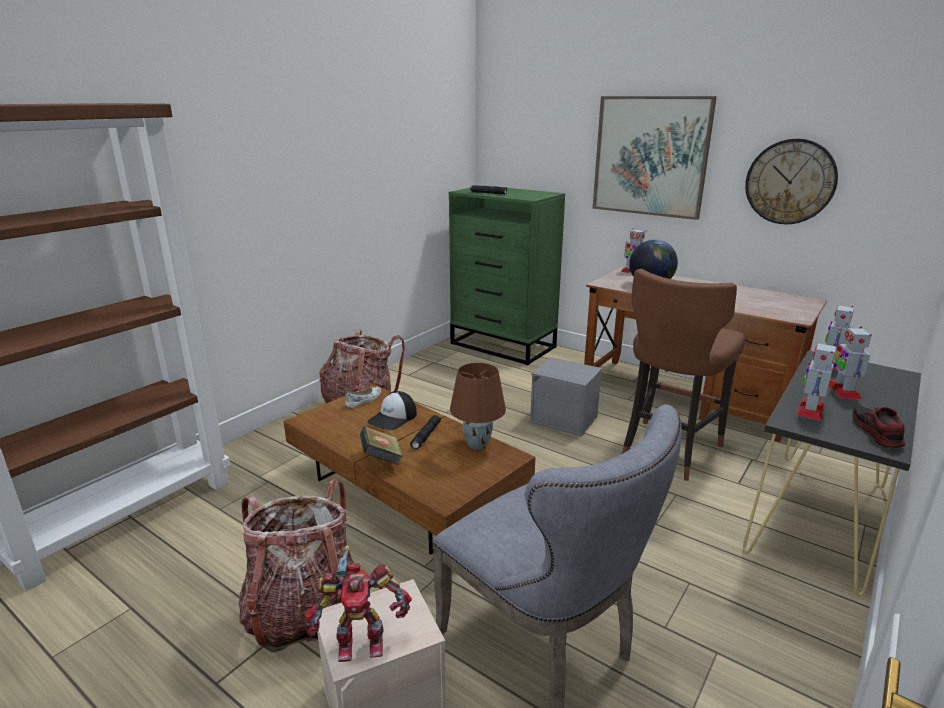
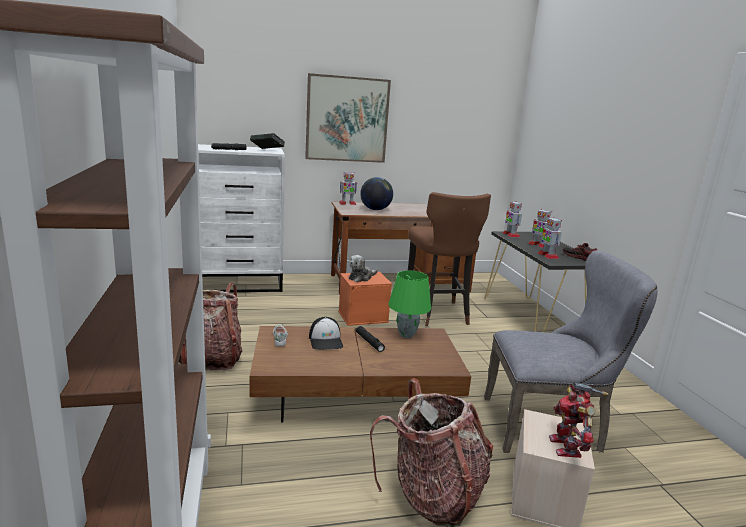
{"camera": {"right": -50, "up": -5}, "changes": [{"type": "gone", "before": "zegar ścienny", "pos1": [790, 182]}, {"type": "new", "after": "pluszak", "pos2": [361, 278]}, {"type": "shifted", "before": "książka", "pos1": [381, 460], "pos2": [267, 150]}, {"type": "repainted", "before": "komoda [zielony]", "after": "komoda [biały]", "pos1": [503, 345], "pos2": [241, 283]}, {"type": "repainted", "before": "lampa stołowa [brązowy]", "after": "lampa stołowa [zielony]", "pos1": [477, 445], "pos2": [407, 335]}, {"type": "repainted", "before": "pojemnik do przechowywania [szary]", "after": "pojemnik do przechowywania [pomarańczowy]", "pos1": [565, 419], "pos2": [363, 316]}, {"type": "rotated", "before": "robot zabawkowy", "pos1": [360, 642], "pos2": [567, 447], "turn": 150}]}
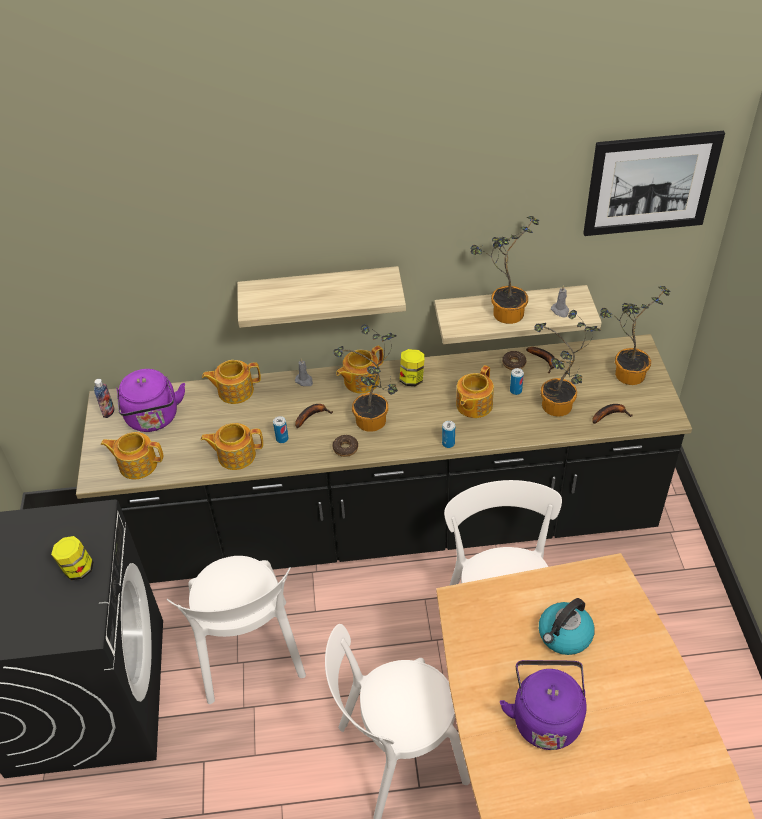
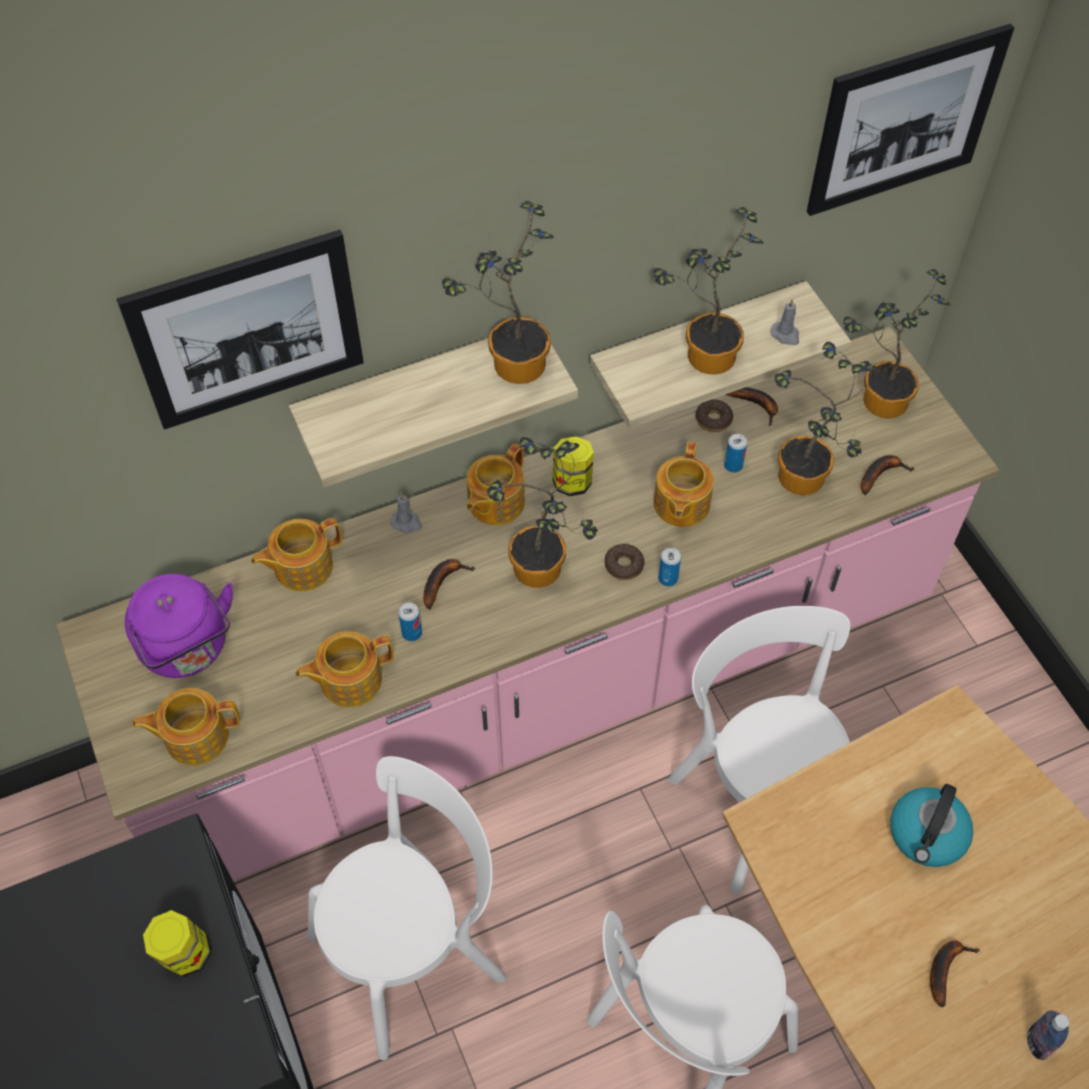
{"camera": {"right": -20, "up": 10}, "changes": [{"type": "new", "after": "obraz", "pos2": [247, 330]}, {"type": "new", "after": "roślina doniczkowa", "pos2": [511, 364]}, {"type": "shifted", "before": "butelka", "pos1": [108, 412], "pos2": [1037, 1043]}, {"type": "shifted", "before": "donut", "pos1": [345, 448], "pos2": [624, 565]}, {"type": "swapped", "before": "czajnik [fioletowy]", "after": "banan", "pos1": [545, 717], "pos2": [945, 968]}, {"type": "repainted", "before": "zabudowa kuchenna [czarny]", "after": "zabudowa kuchenna [różowy]", "pos1": [387, 525], "pos2": [544, 687]}, {"type": "rotated", "before": "krzesło [biały]", "pos1": [249, 655], "pos2": [414, 950], "turn": -90}]}
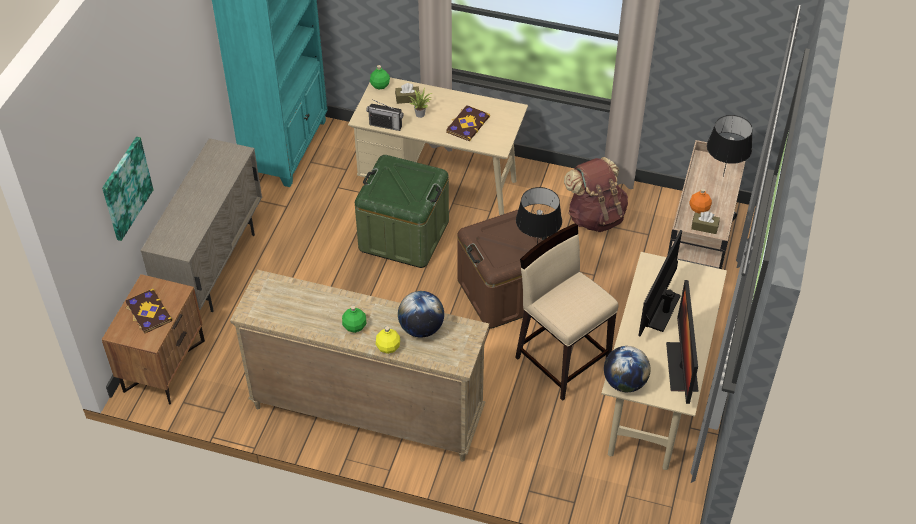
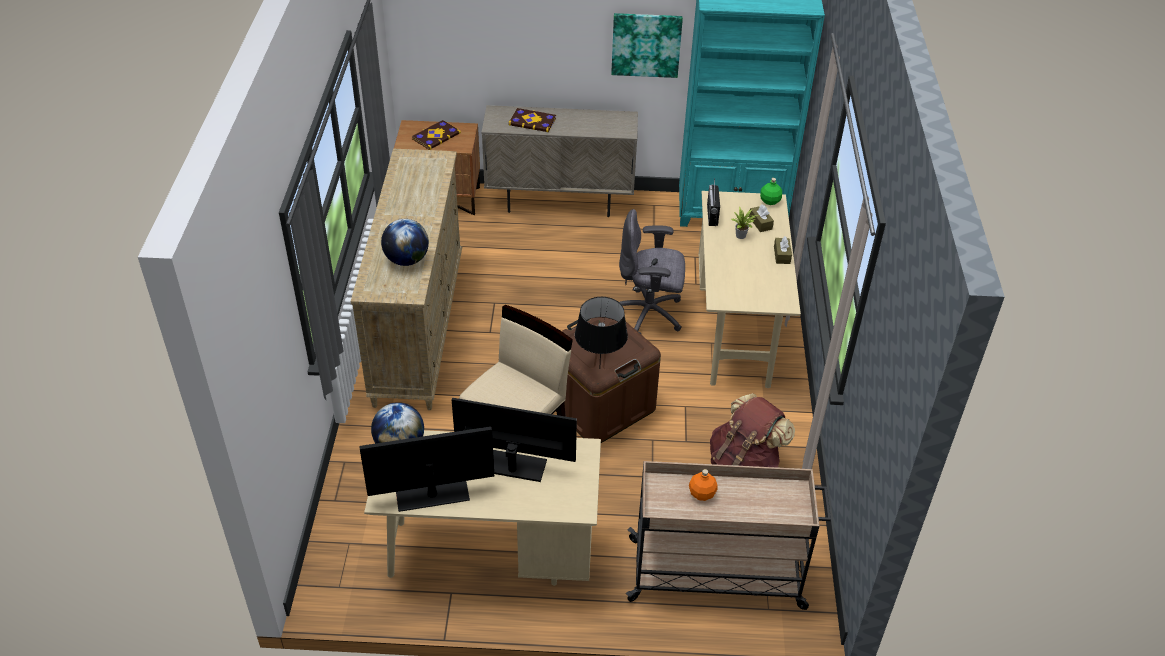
{"camera": {"right": 75, "up": -5}, "changes": [{"type": "gone", "before": "butelka [zielony]", "pos1": [354, 326]}, {"type": "gone", "before": "butelka [żółty]", "pos1": [388, 347]}, {"type": "gone", "before": "lampa stołowa [czarny]", "pos1": [723, 176]}, {"type": "shifted", "before": "obraz", "pos1": [126, 188], "pos2": [646, 44]}, {"type": "shifted", "before": "książka", "pos1": [467, 124], "pos2": [532, 121]}, {"type": "shifted", "before": "pudełko chusteczek [brązowy]", "pos1": [704, 227], "pos2": [782, 255]}, {"type": "swapped", "before": "pojemnik do przechowywania [zielony]", "after": "krzesło biurowe [szary]", "pos1": [404, 235], "pos2": [649, 314]}]}
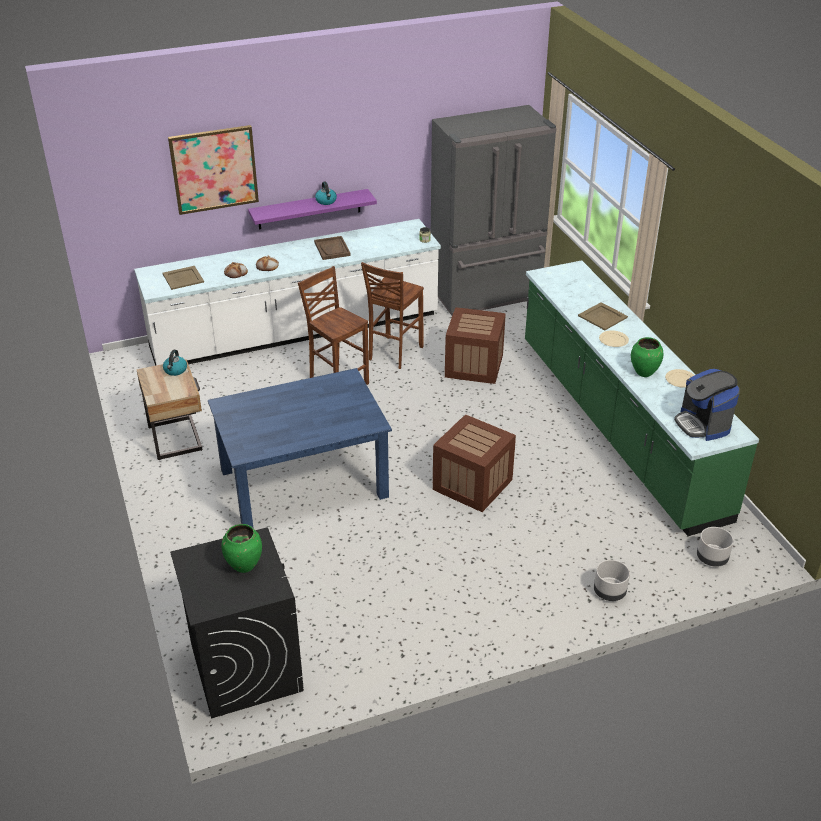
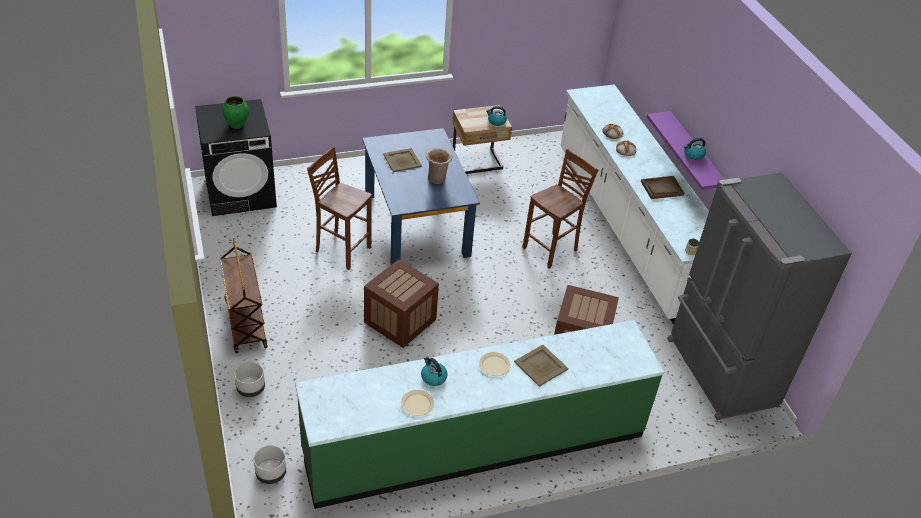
{"camera": {"right": 90, "up": 5}, "changes": [{"type": "gone", "before": "obraz", "pos1": [214, 169]}, {"type": "gone", "before": "ekspres do kawy", "pos1": [703, 424]}, {"type": "new", "after": "wózek [brązowy]", "pos2": [245, 323]}, {"type": "new", "after": "wazon [beżowy]", "pos2": [437, 178]}, {"type": "shifted", "before": "taca [beżowy]", "pos1": [182, 278], "pos2": [402, 160]}, {"type": "shifted", "before": "stołek [brązowy]", "pos1": [393, 353], "pos2": [342, 249]}, {"type": "swapped", "before": "wazon [zielony]", "after": "czajnik", "pos1": [644, 373], "pos2": [433, 377]}]}
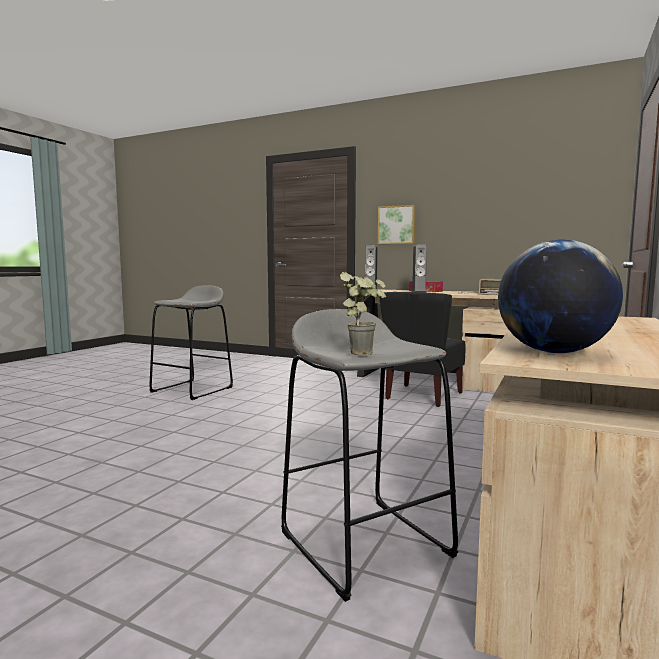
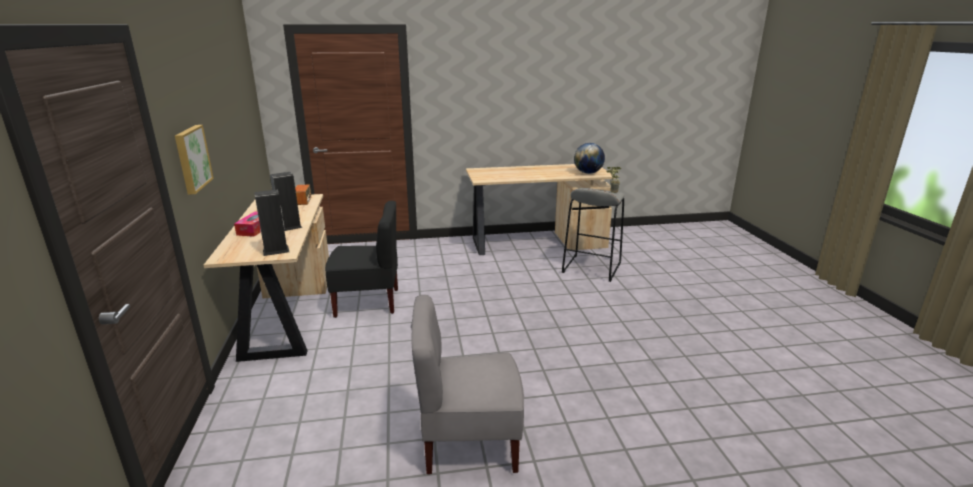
{"camera": {"right": -125, "up": 15}, "changes": [{"type": "swapped", "before": "stołek [szary]", "after": "krzesło [szary]", "pos1": [192, 389], "pos2": [469, 443]}]}
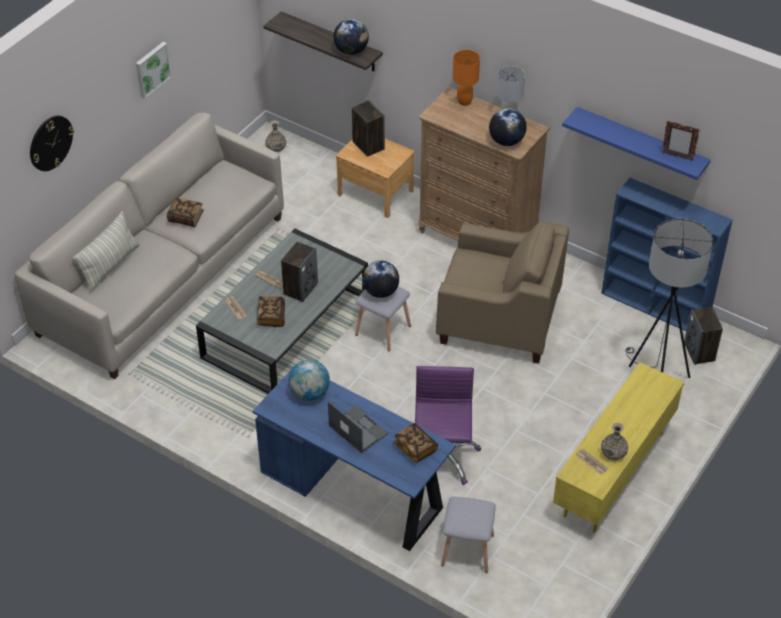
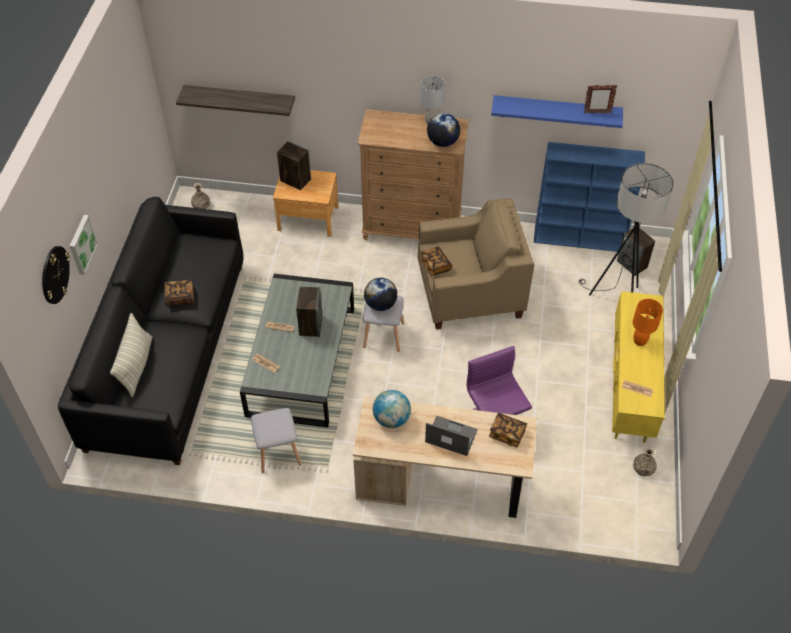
{"camera": {"right": -25, "up": 5}, "changes": [{"type": "gone", "before": "globus", "pos1": [351, 51]}, {"type": "shifted", "before": "obraz", "pos1": [152, 69], "pos2": [81, 244]}, {"type": "shifted", "before": "książka", "pos1": [271, 317], "pos2": [435, 265]}, {"type": "shifted", "before": "stołek [szary]", "pos1": [466, 550], "pos2": [277, 453]}, {"type": "shifted", "before": "lampa stołowa [pomarańczowy]", "pos1": [464, 102], "pos2": [640, 341]}, {"type": "shifted", "before": "wazon", "pos1": [613, 453], "pos2": [643, 469]}, {"type": "repainted", "before": "kanapa [beżowy]", "after": "kanapa [czarny]", "pos1": [163, 275], "pos2": [168, 353]}, {"type": "repainted", "before": "biurko [niebieski]", "after": "biurko [beżowy]", "pos1": [354, 491], "pos2": [442, 484]}]}
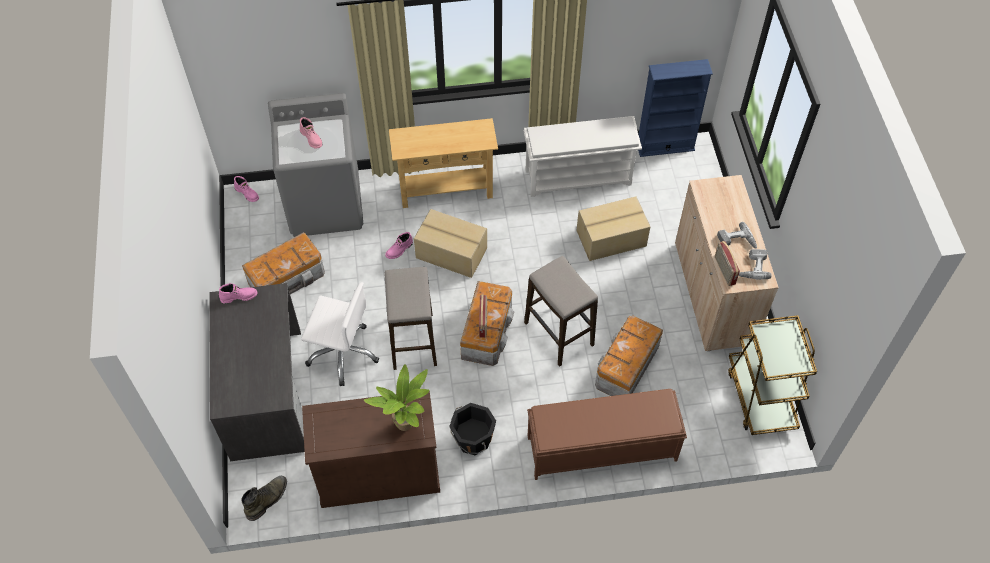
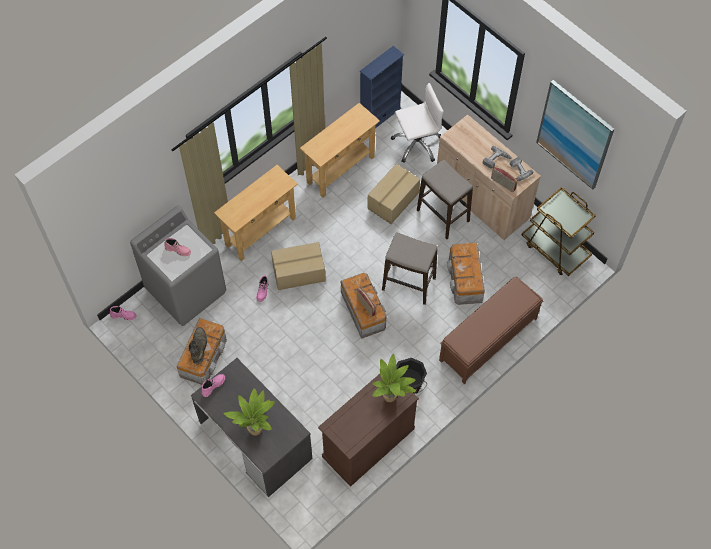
{"camera": {"right": -35, "up": 5}, "changes": [{"type": "new", "after": "roślina doniczkowa", "pos2": [256, 428]}, {"type": "new", "after": "obraz", "pos2": [574, 135]}, {"type": "shifted", "before": "but z cholewką [zielony]", "pos1": [267, 499], "pos2": [199, 346]}, {"type": "shifted", "before": "krzesło biurowe [biały]", "pos1": [343, 353], "pos2": [416, 144]}, {"type": "shifted", "before": "stołek", "pos1": [413, 341], "pos2": [443, 216]}, {"type": "swapped", "before": "regał na buty [biały]", "after": "stolik konsolowy [beżowy]", "pos1": [579, 176], "pos2": [340, 169]}]}
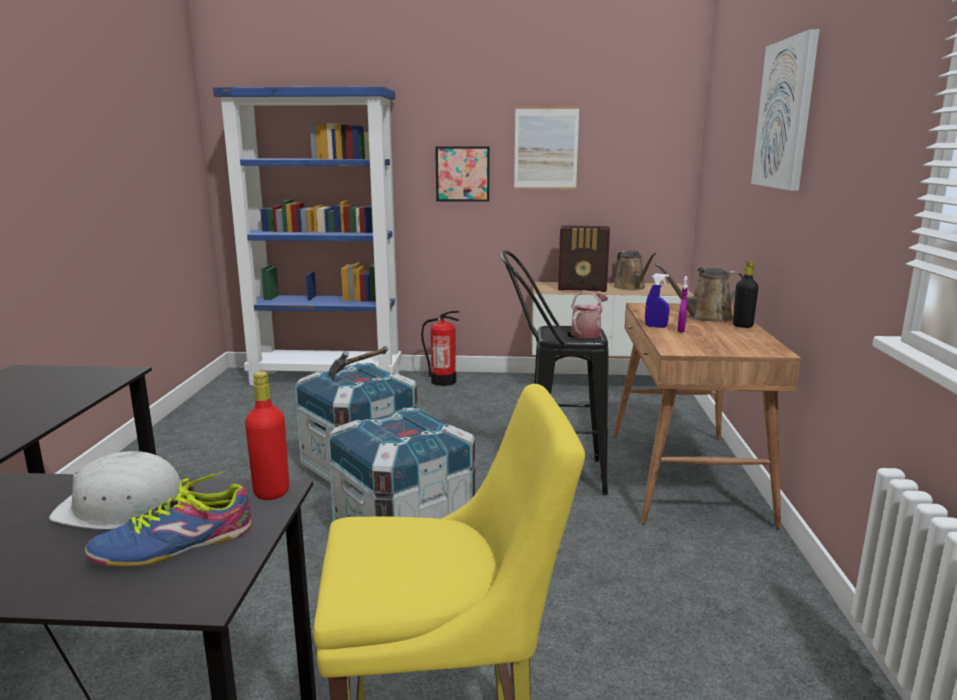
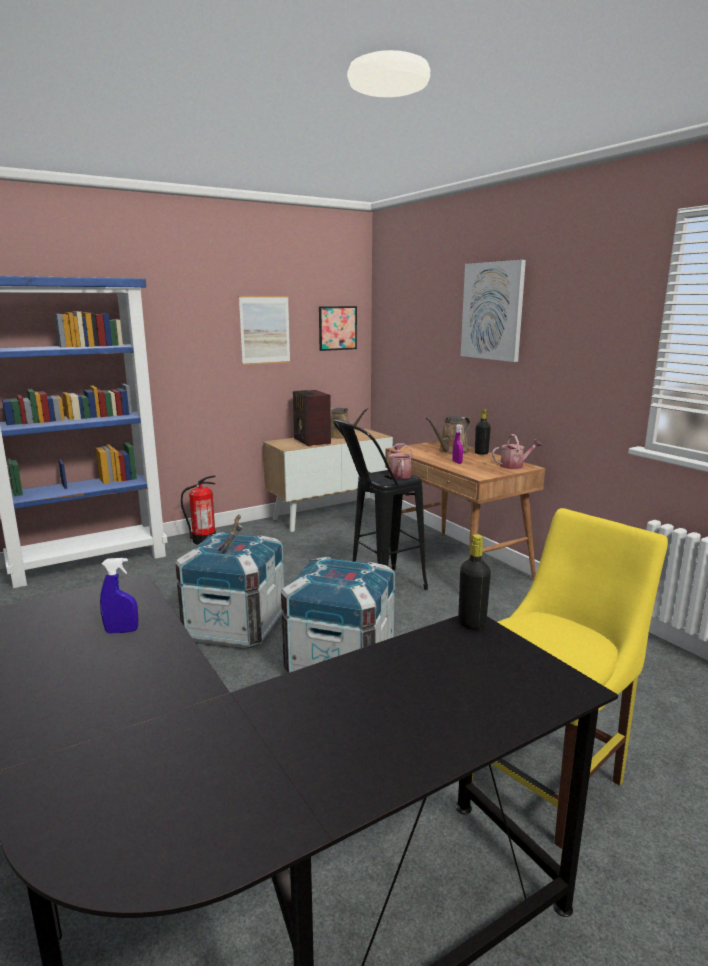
{"camera": {"right": -35, "up": 0}, "changes": [{"type": "gone", "before": "kask [biały]", "pos1": [124, 508]}, {"type": "gone", "before": "but", "pos1": [175, 545]}, {"type": "new", "after": "konewka", "pos2": [514, 466]}, {"type": "shifted", "before": "obraz", "pos1": [462, 174], "pos2": [337, 328]}, {"type": "shifted", "before": "spryskiwacz [niebieski]", "pos1": [655, 326], "pos2": [122, 631]}, {"type": "repainted", "before": "butelka [czerwony]", "after": "butelka [czarny]", "pos1": [271, 492], "pos2": [472, 624]}, {"type": "rotated", "before": "radio", "pos1": [583, 288], "pos2": [311, 441], "turn": 90}]}
